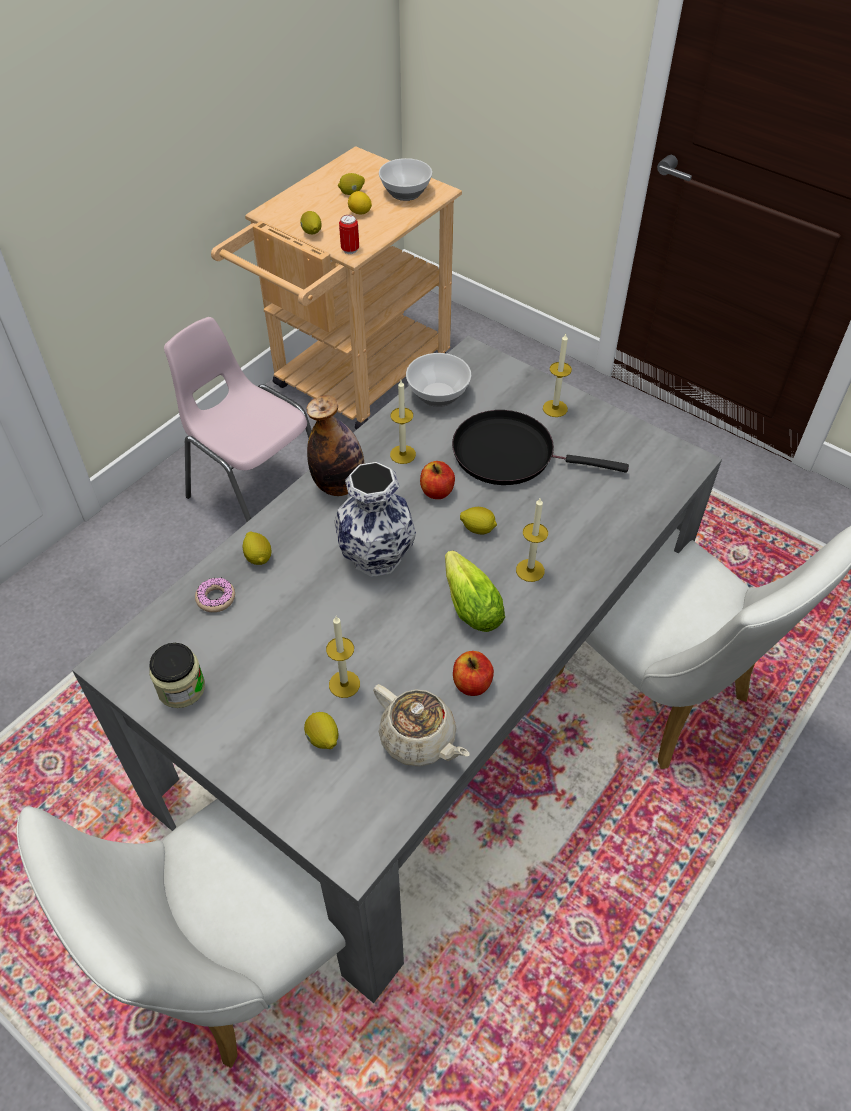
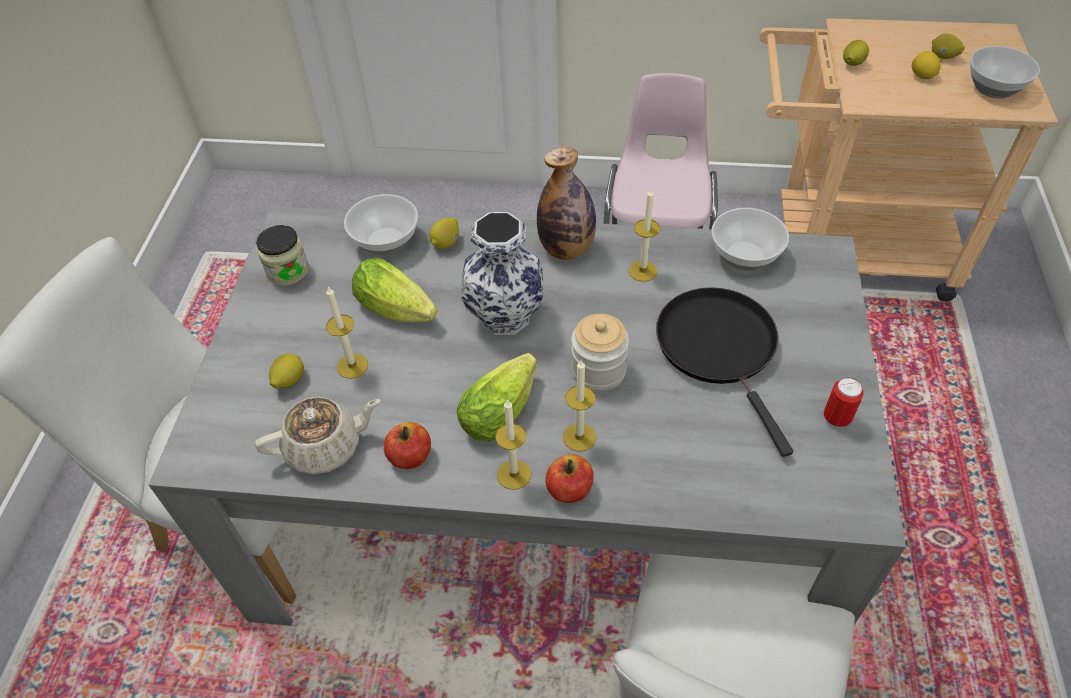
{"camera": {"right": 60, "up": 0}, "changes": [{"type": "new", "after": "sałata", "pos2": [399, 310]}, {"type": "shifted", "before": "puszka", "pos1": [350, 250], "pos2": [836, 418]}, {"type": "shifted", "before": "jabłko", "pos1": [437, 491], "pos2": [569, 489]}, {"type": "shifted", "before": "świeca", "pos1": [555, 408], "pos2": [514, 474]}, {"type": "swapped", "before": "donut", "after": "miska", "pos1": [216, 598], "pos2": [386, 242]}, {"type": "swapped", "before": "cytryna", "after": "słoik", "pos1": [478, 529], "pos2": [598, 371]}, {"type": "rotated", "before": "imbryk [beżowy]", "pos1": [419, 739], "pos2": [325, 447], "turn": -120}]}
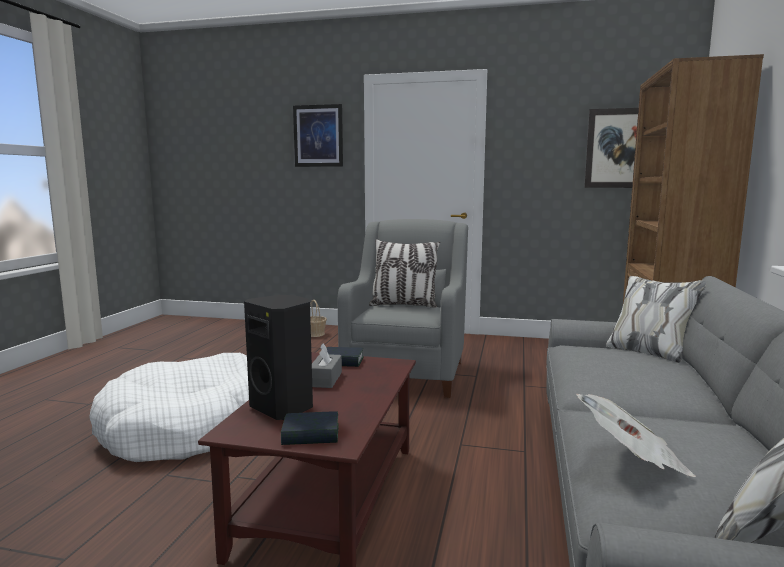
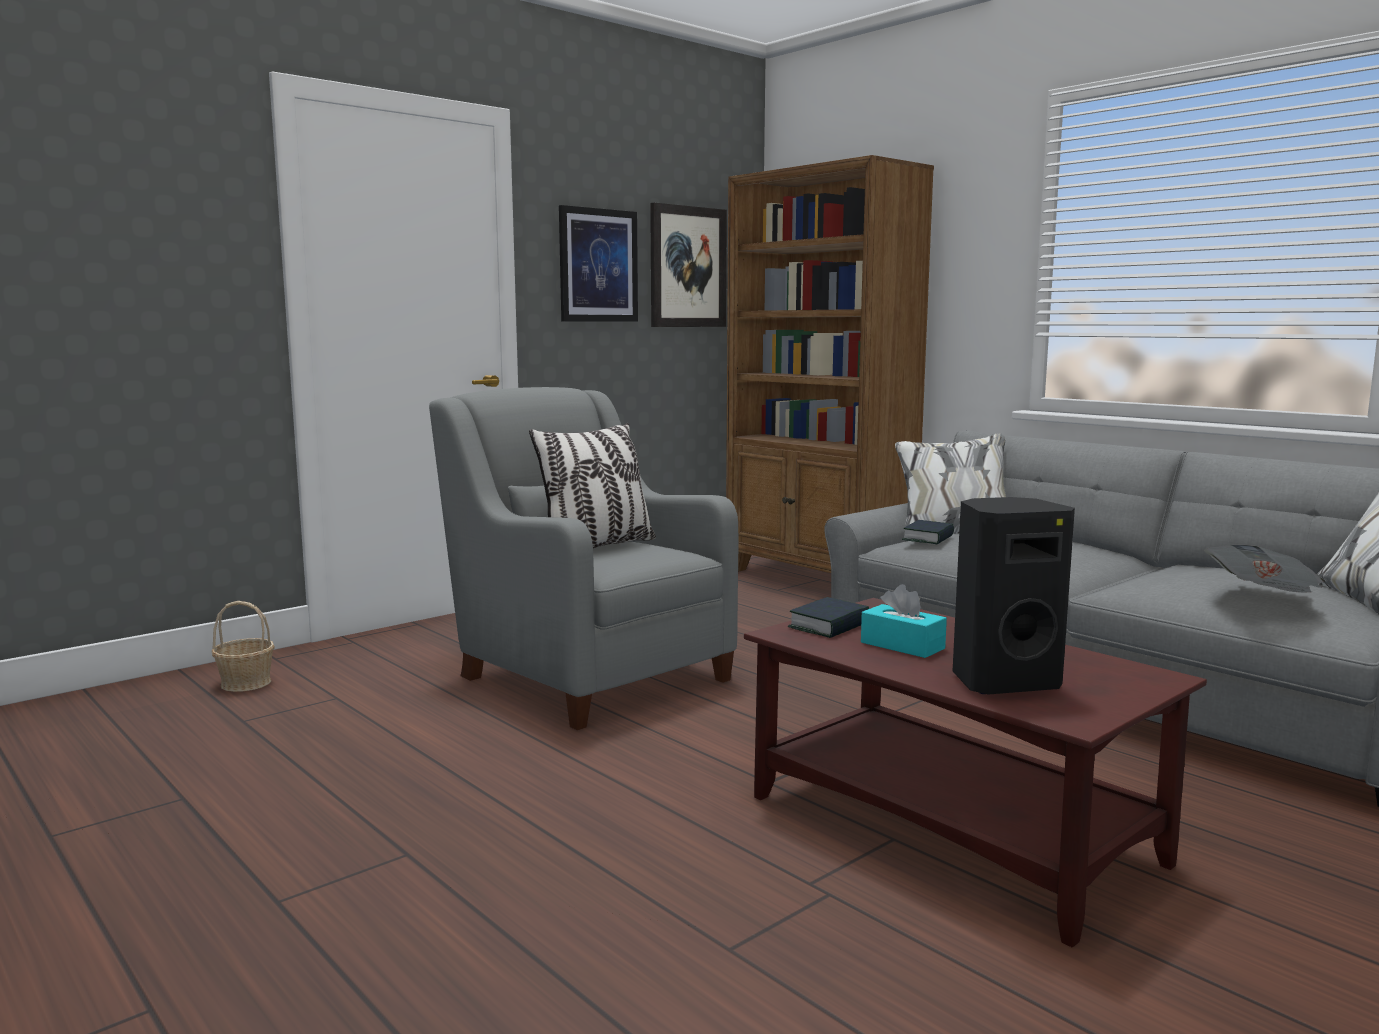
{"camera": {"right": -55, "up": 0}, "changes": [{"type": "gone", "before": "legowisko [biały]", "pos1": [192, 427]}, {"type": "shifted", "before": "książka", "pos1": [311, 435], "pos2": [928, 538]}, {"type": "shifted", "before": "obraz", "pos1": [318, 136], "pos2": [598, 265]}, {"type": "repainted", "before": "pudełko chusteczek [szary]", "after": "pudełko chusteczek [turkusowy]", "pos1": [325, 379], "pos2": [902, 645]}]}
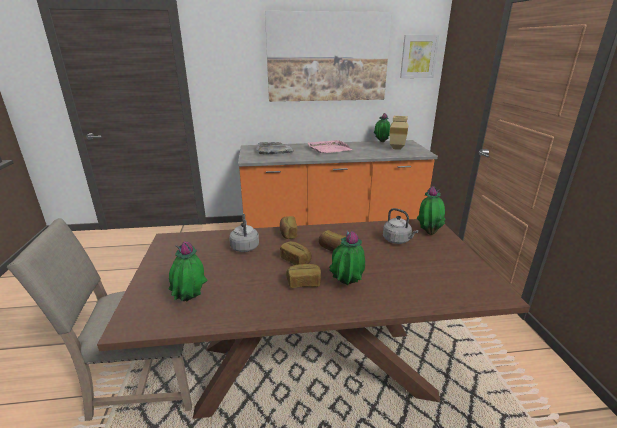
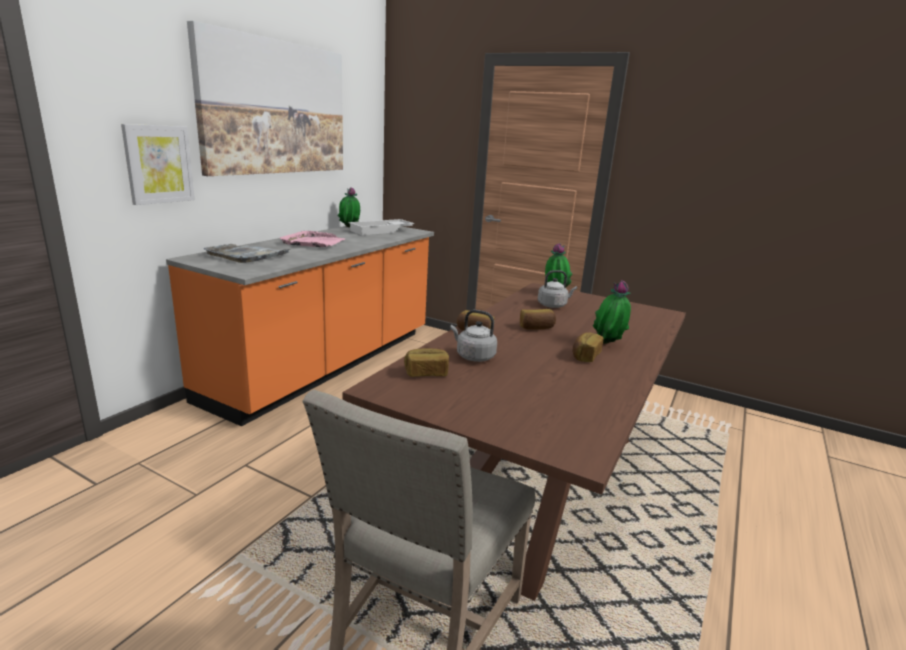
{"camera": {"right": -55, "up": -5}, "changes": [{"type": "gone", "before": "roślina doniczkowa", "pos1": [190, 300]}, {"type": "shifted", "before": "chleb", "pos1": [296, 260], "pos2": [426, 373]}, {"type": "shifted", "before": "obraz", "pos1": [418, 56], "pos2": [158, 164]}, {"type": "swapped", "before": "wazon [beżowy]", "after": "taca [biały]", "pos1": [395, 148], "pos2": [381, 231]}]}
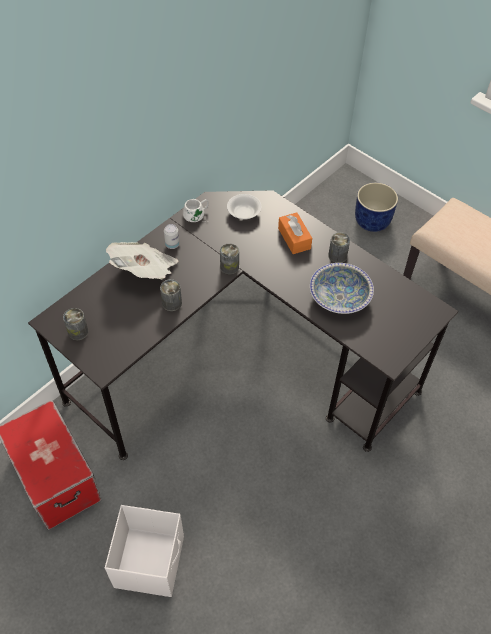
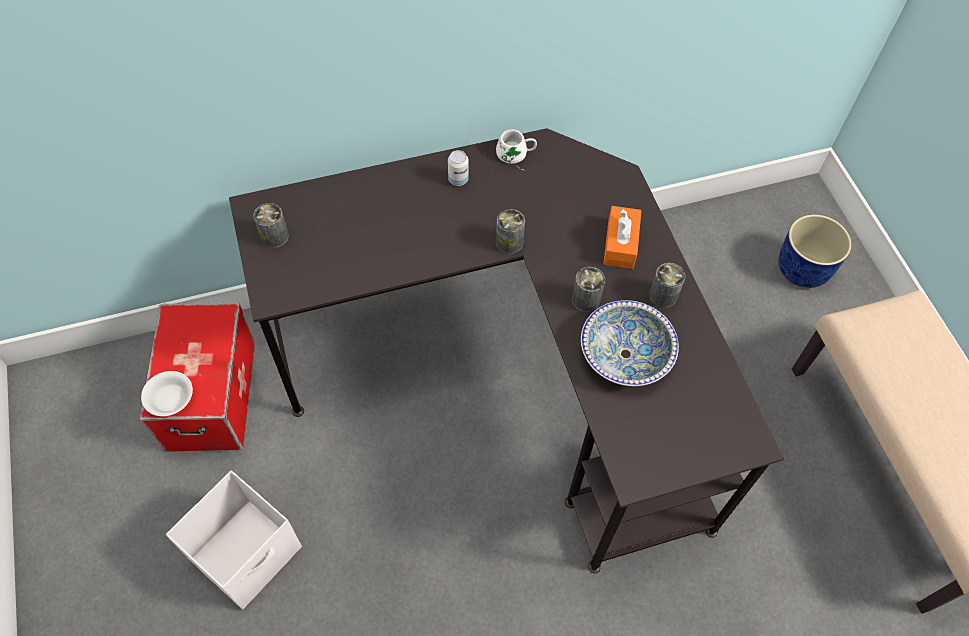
{"camera": {"right": 30, "up": 5}, "changes": [{"type": "gone", "before": "gazeta", "pos1": [145, 271]}, {"type": "shifted", "before": "puszka", "pos1": [172, 303], "pos2": [585, 299]}, {"type": "shifted", "before": "miska [biały]", "pos1": [244, 213], "pos2": [170, 400]}]}
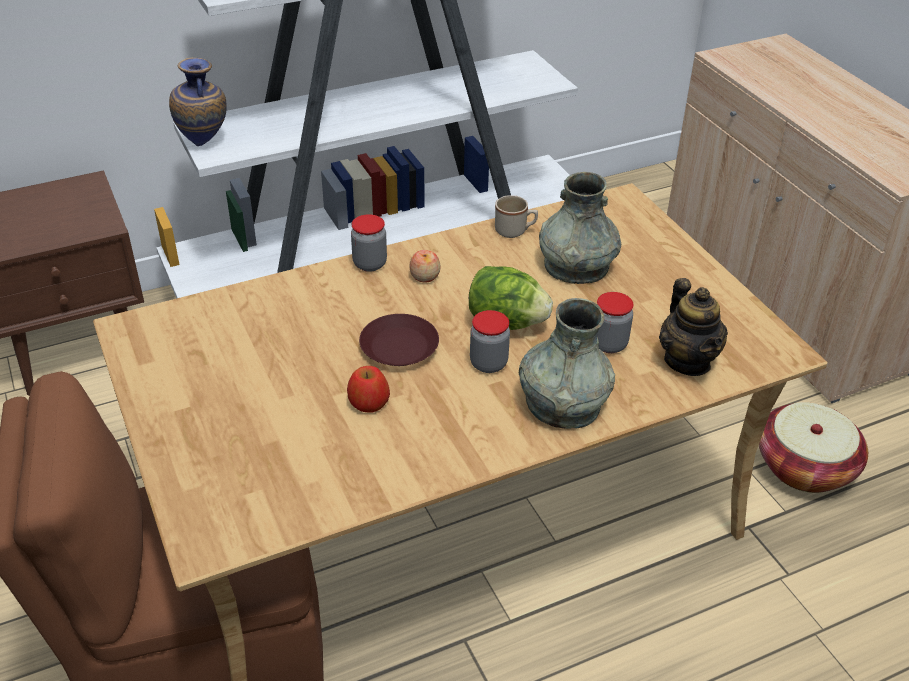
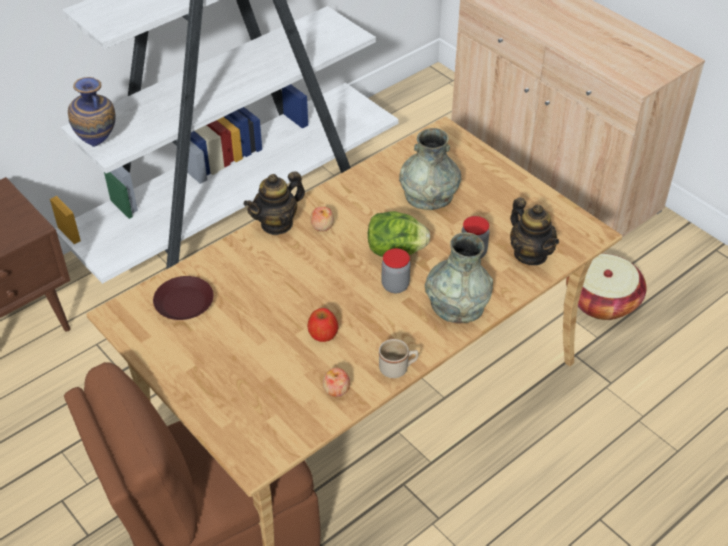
{"camera": {"right": -15, "up": 5}, "changes": [{"type": "new", "after": "jabłko", "pos2": [336, 389]}, {"type": "shifted", "before": "talerz [brązowy]", "pos1": [398, 347], "pos2": [184, 303]}, {"type": "shifted", "before": "kubek [beżowy]", "pos1": [515, 231], "pos2": [398, 368]}, {"type": "swapped", "before": "słoik", "after": "imbryk", "pos1": [370, 264], "pos2": [277, 224]}]}
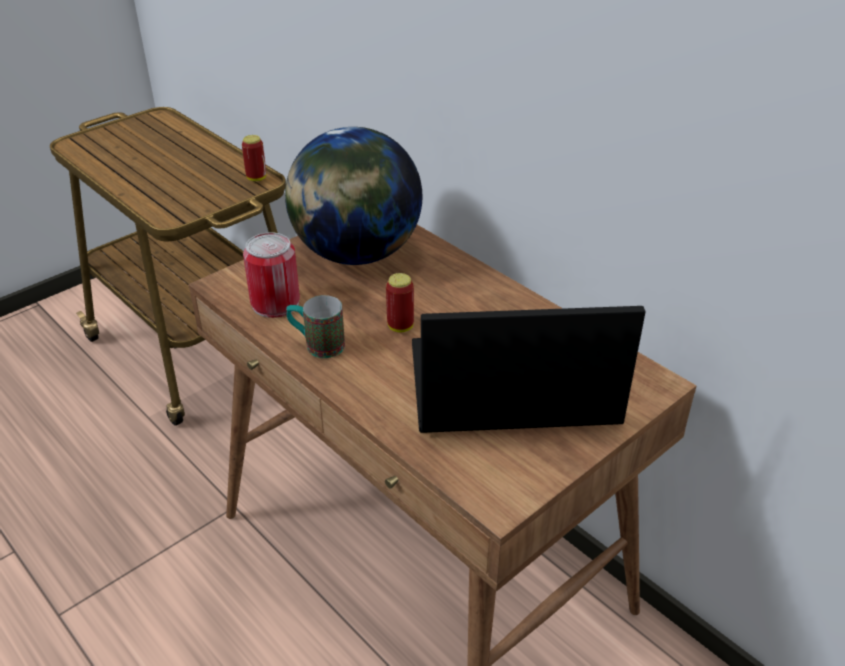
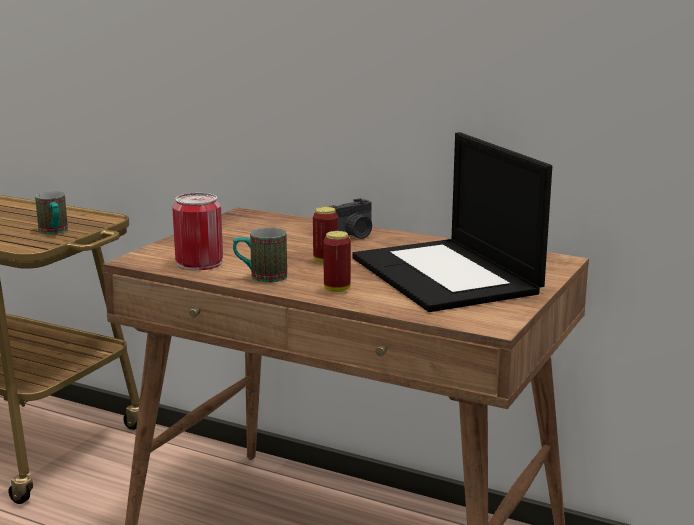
{"camera": {"right": -20, "up": -20}, "changes": [{"type": "gone", "before": "globus", "pos1": [356, 254]}, {"type": "new", "after": "kubek", "pos2": [54, 232]}, {"type": "new", "after": "aparat fotograficzny", "pos2": [353, 235]}, {"type": "shifted", "before": "puszka", "pos1": [256, 178], "pos2": [337, 289]}, {"type": "rotated", "before": "laptop", "pos1": [510, 386], "pos2": [447, 275], "turn": -90}]}
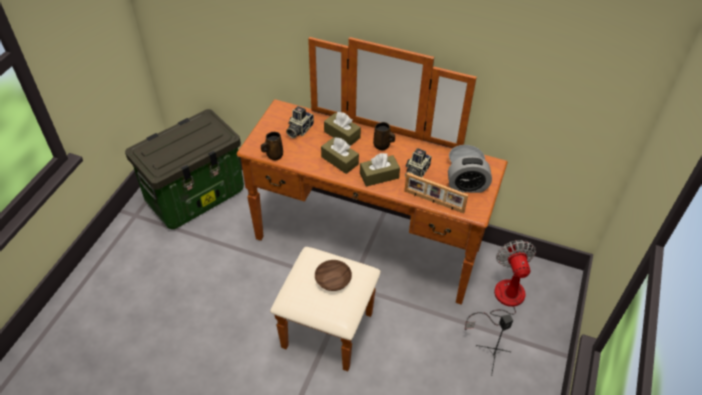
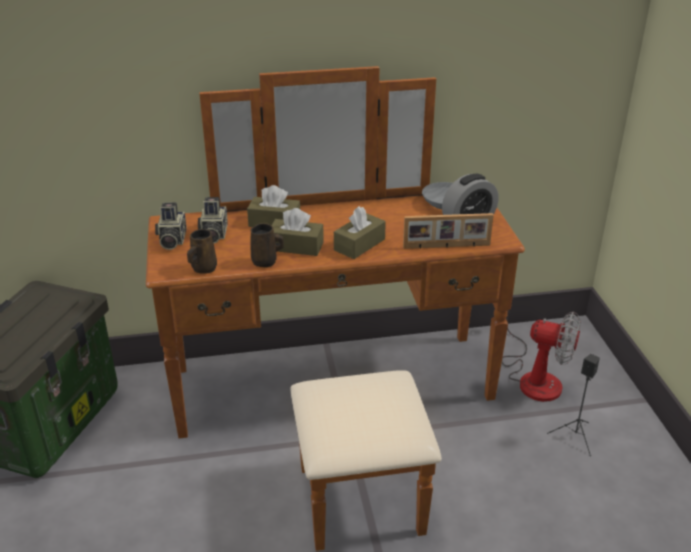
{"camera": {"right": -30, "up": -15}, "changes": [{"type": "gone", "before": "miska [brązowy]", "pos1": [334, 279]}, {"type": "shifted", "before": "kubek [brązowy]", "pos1": [382, 146], "pos2": [266, 262]}, {"type": "shifted", "before": "aparat fotograficzny", "pos1": [415, 172], "pos2": [171, 240]}, {"type": "rotated", "before": "wentylator", "pos1": [502, 300], "pos2": [533, 377], "turn": 150}]}
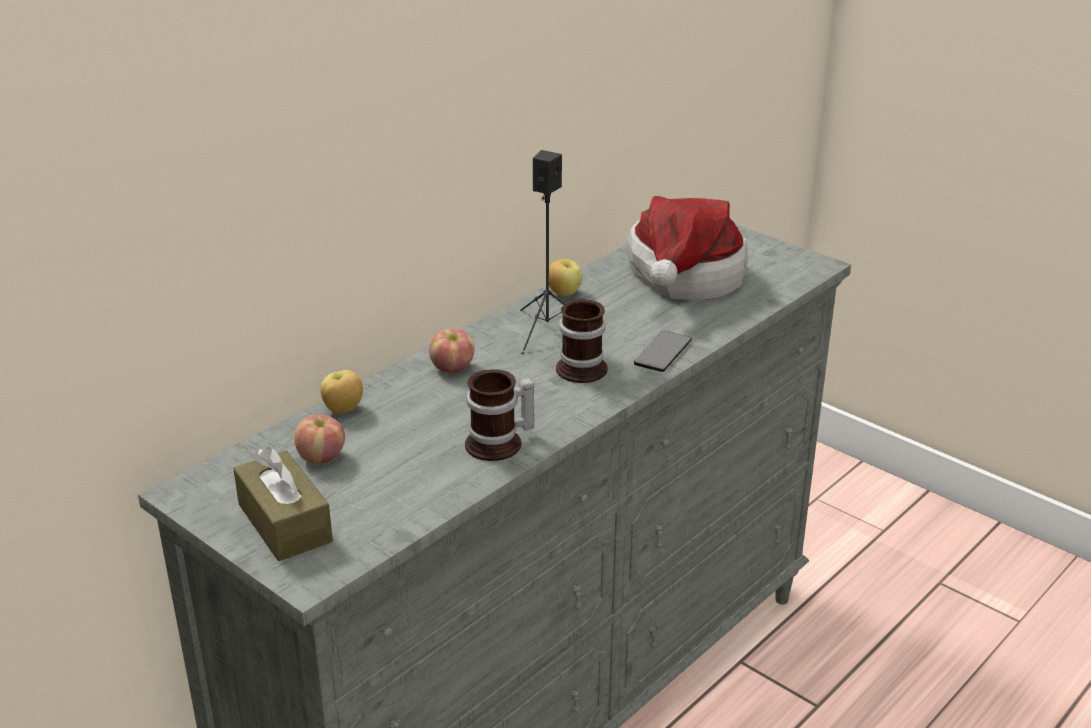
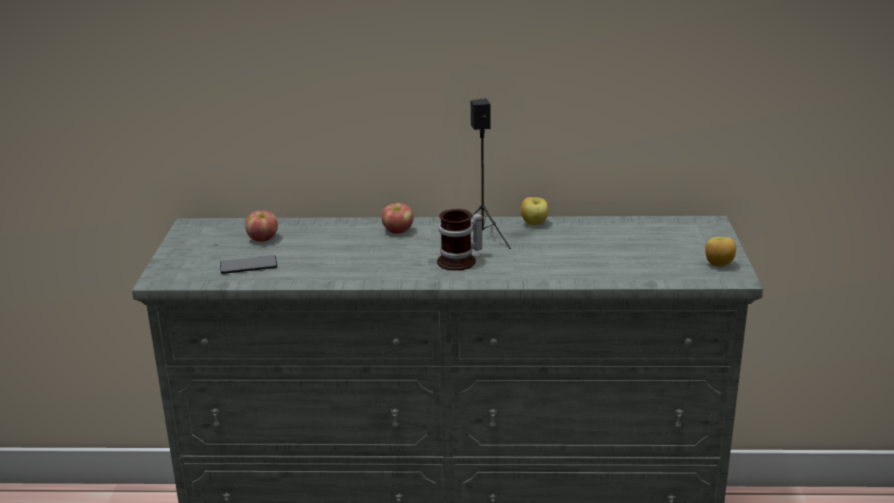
{"camera": {"right": 50, "up": -5}, "changes": [{"type": "gone", "before": "pudełko chusteczek [brązowy]", "pos1": [285, 523]}, {"type": "gone", "before": "kubek", "pos1": [500, 444]}, {"type": "gone", "before": "kapelusz", "pos1": [683, 279]}, {"type": "shifted", "before": "jabłko", "pos1": [343, 410], "pos2": [718, 265]}, {"type": "shifted", "before": "telefon", "pos1": [663, 352], "pos2": [248, 266]}]}
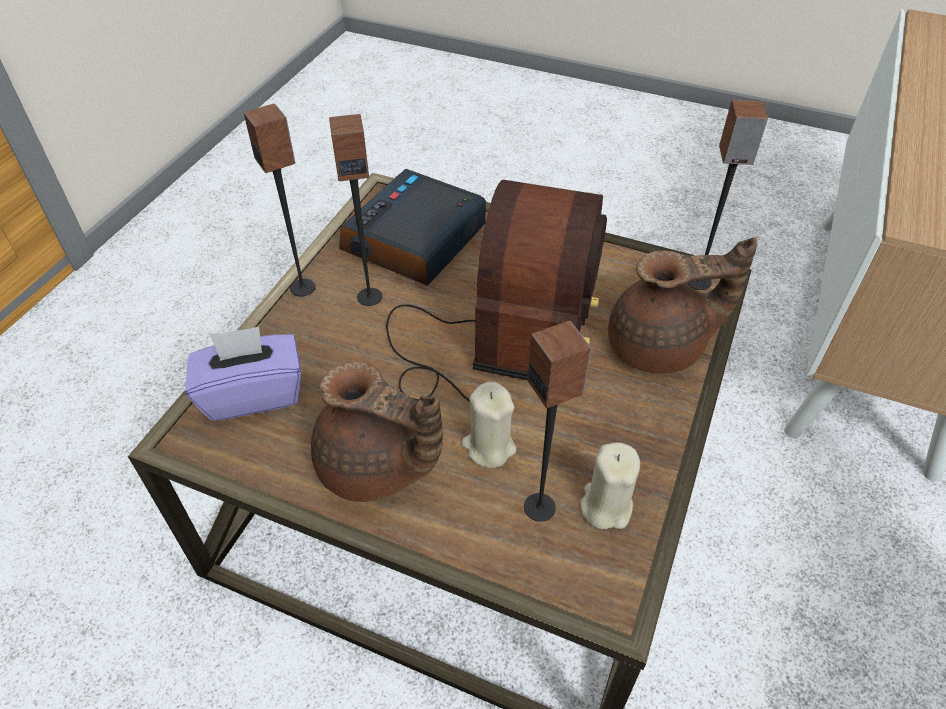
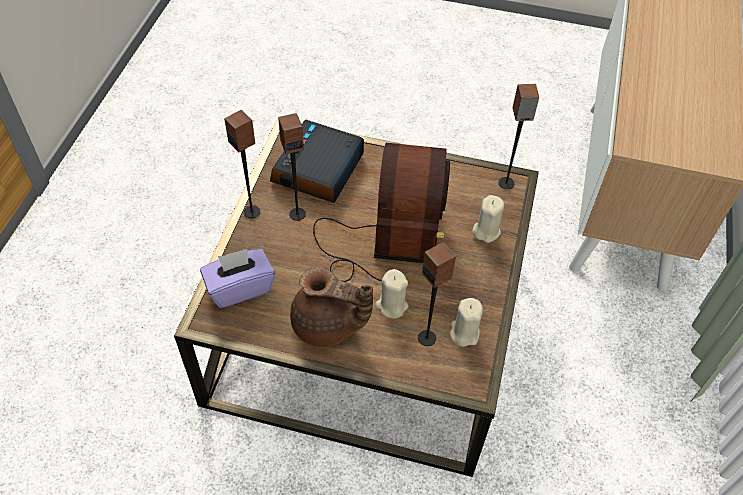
{"camera": {"right": -10, "up": 5}, "changes": [{"type": "swapped", "before": "imbryk [brązowy]", "after": "świeca [beżowy]", "pos1": [660, 347], "pos2": [486, 231]}]}
